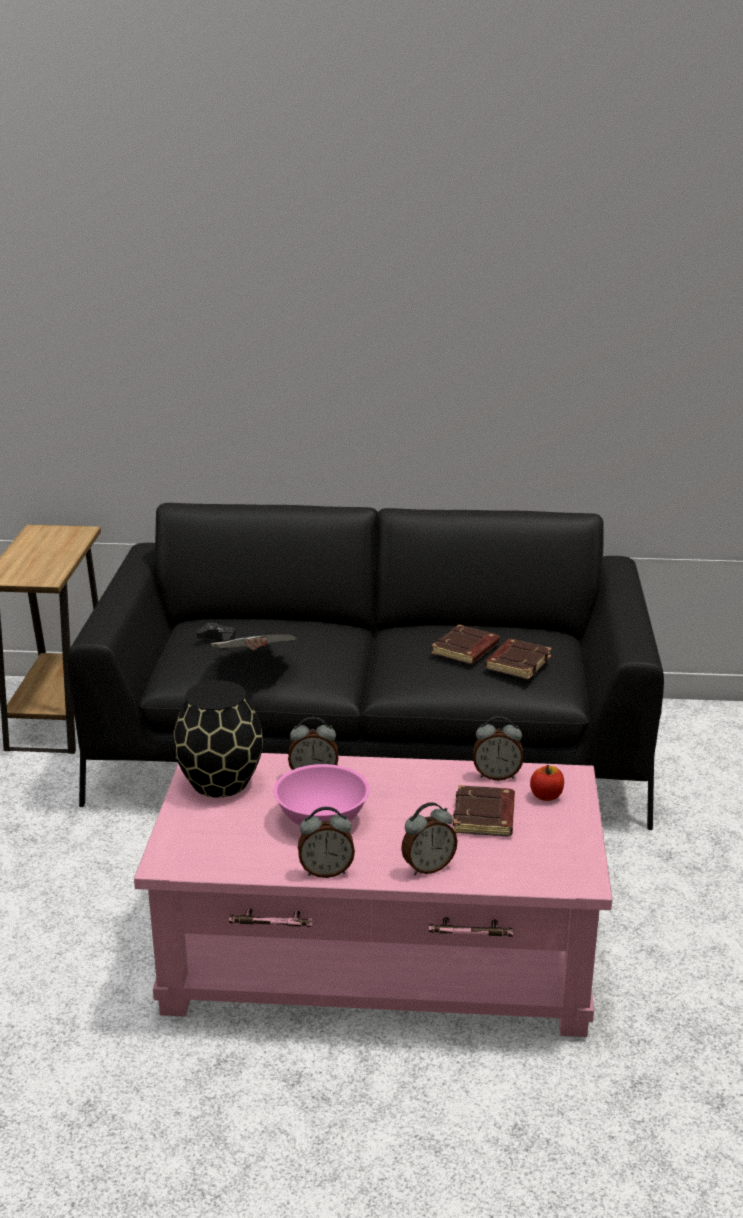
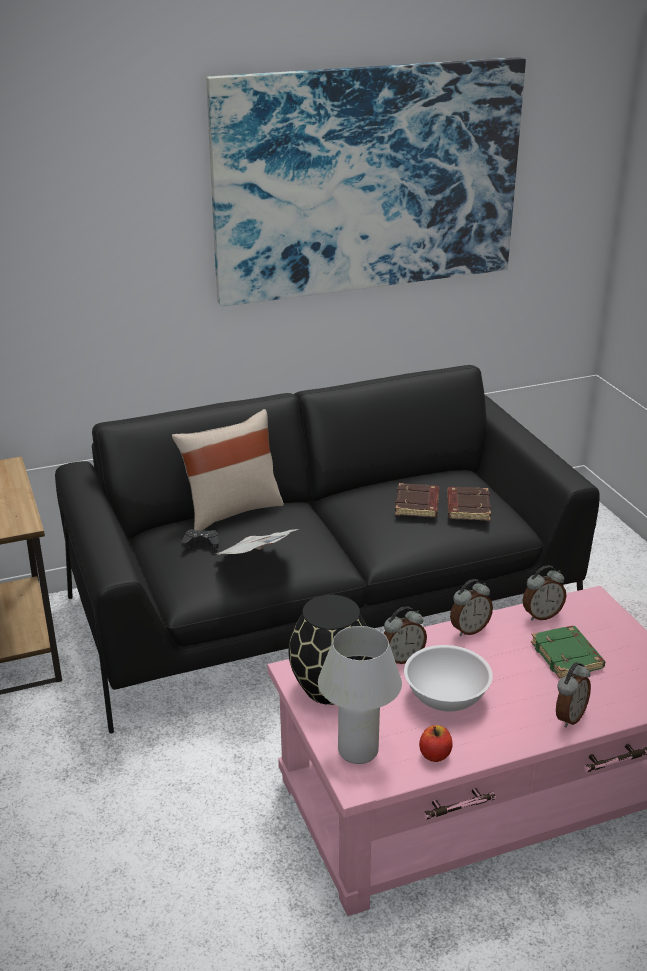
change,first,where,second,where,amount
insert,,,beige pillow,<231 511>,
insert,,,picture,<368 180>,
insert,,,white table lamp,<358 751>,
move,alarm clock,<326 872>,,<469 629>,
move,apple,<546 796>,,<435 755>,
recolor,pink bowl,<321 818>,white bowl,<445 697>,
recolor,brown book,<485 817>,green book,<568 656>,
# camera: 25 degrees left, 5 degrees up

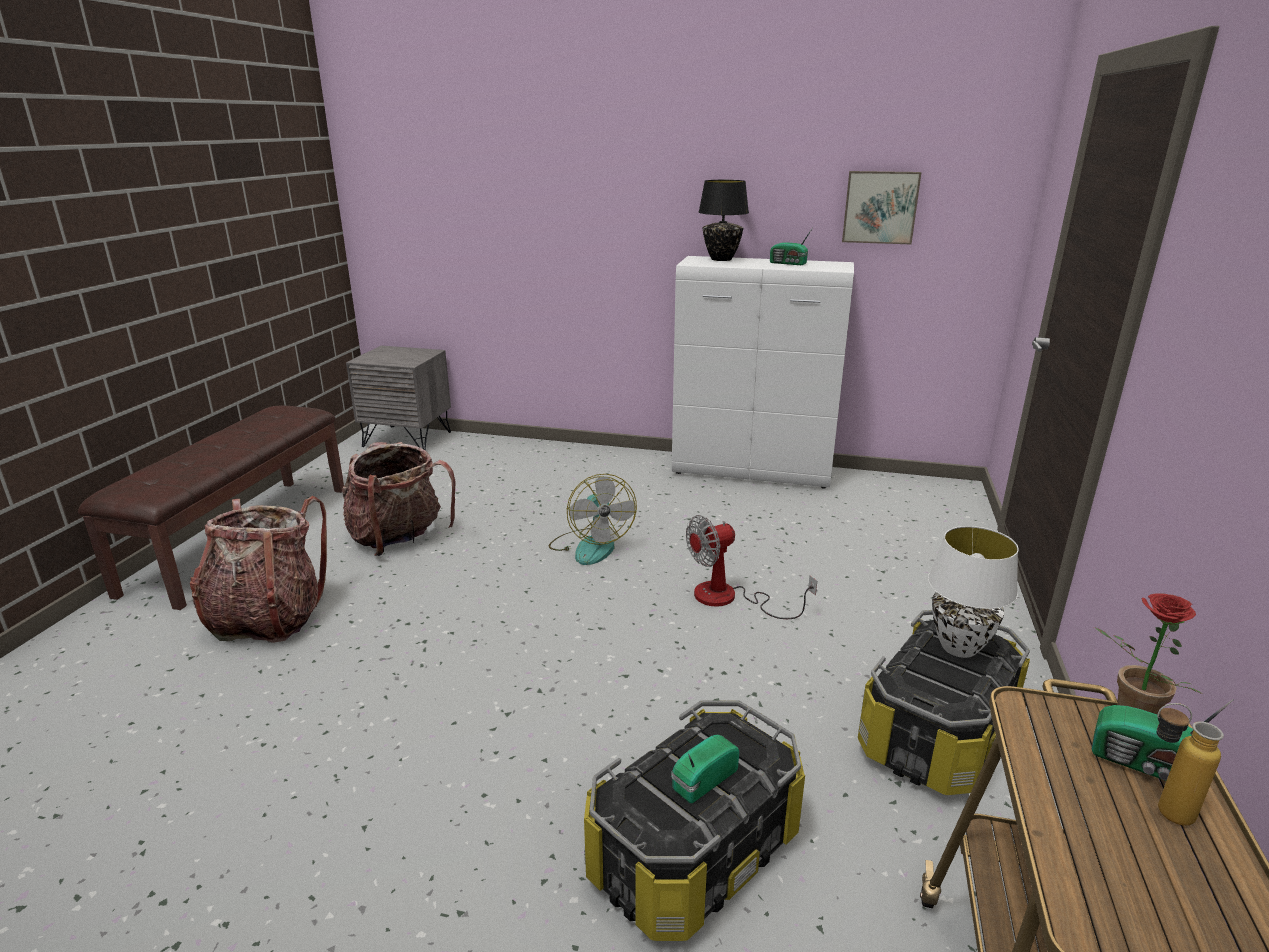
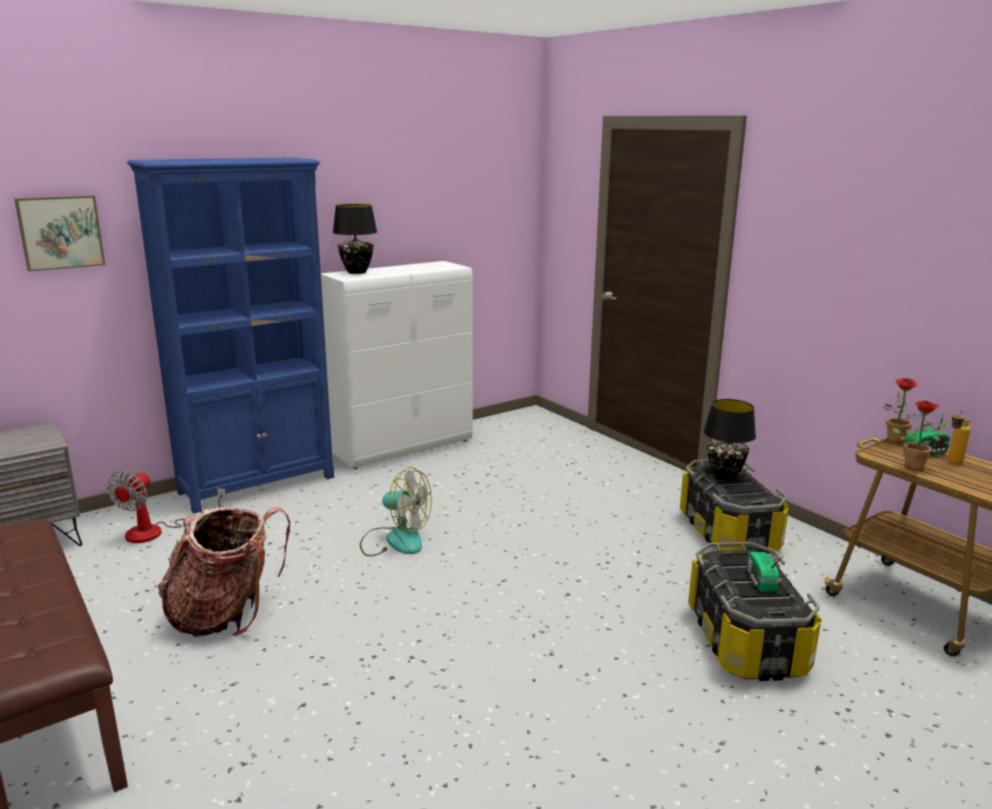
change,first,where,second,where,amount
delete,backpack,<268 619>,,,
delete,radio,<788 263>,,,
insert,,,blue bookcase,<258 484>,
insert,,,potted plant,<916 466>,
move,fan,<729 598>,,<157 532>,
move,picture,<880 207>,,<60 232>,
recolor,white table lamp,<958 647>,black table lamp,<724 475>,
# camera: 50 degrees left, 5 degrees down

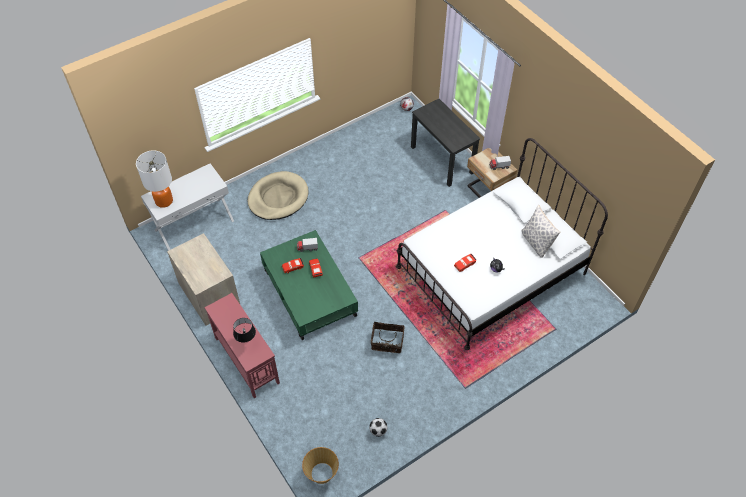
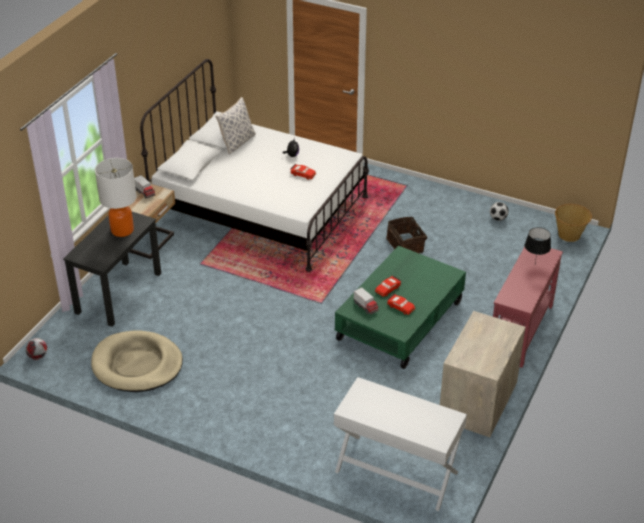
change,first,where,second,where,amount
move,table lamp,<164 201>,,<122 230>,
move,beige dog bed,<278 198>,,<137 365>,
# camera: 120 degrees left, 15 degrees down

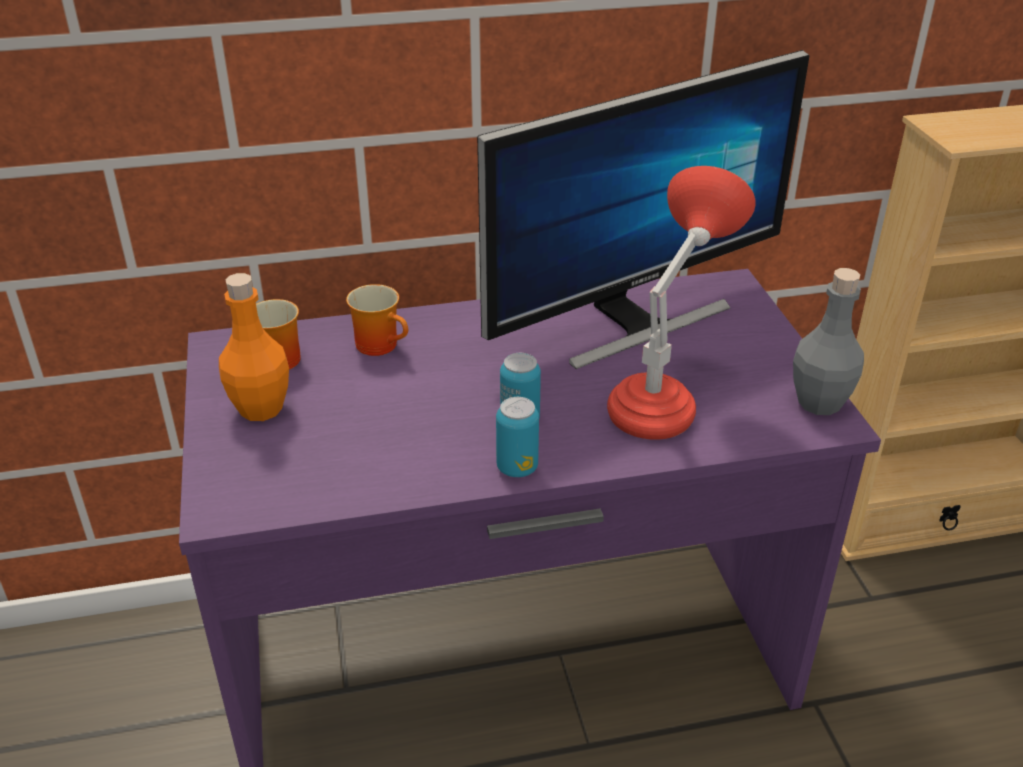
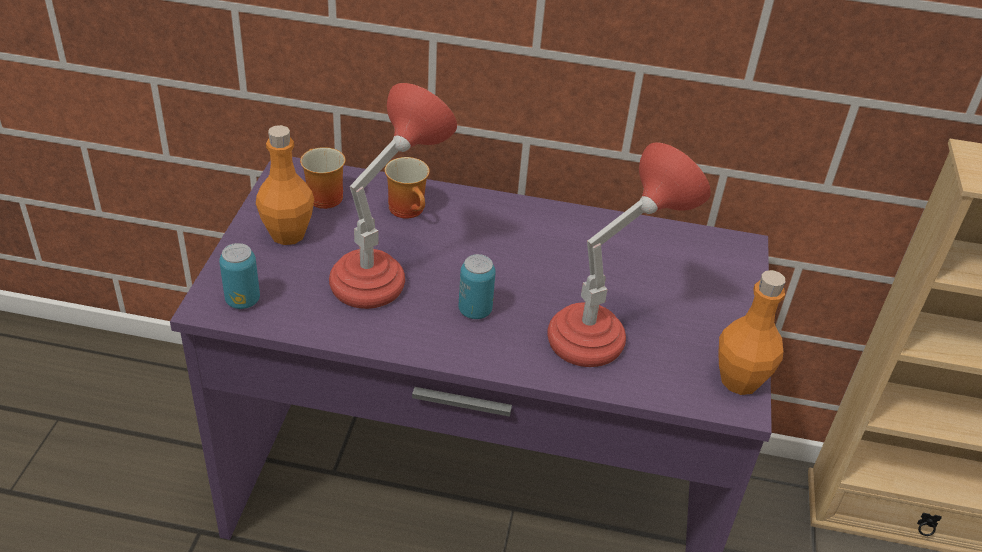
change,first,where,second,where,amount
delete,monitor,<633 320>,,,
insert,,,red table lamp,<384 274>,
move,can,<517 467>,,<242 300>,
recolor,grey bottle,<819 403>,orange bottle,<740 380>,
# camera: 20 degrees right, 5 degrees up

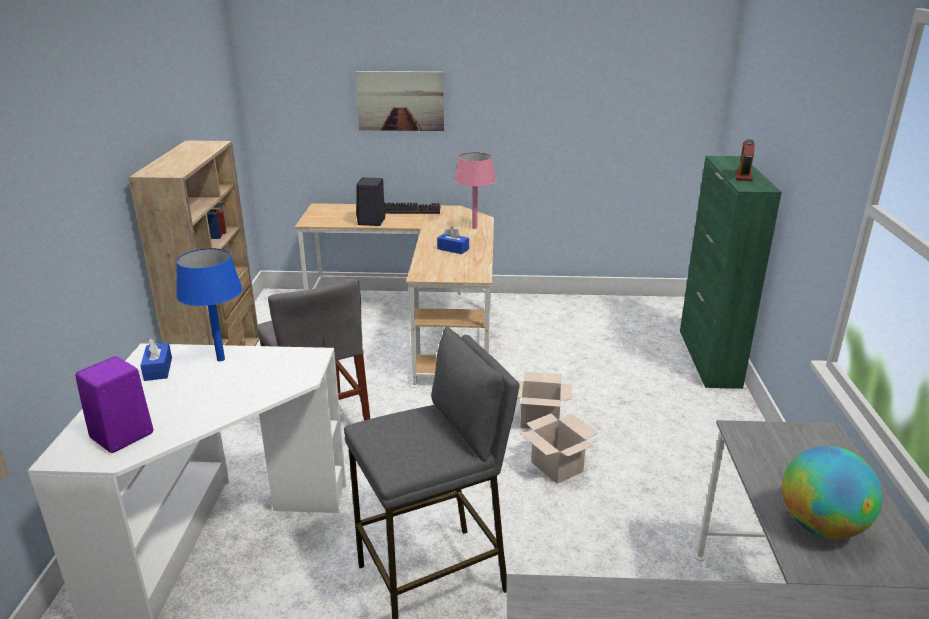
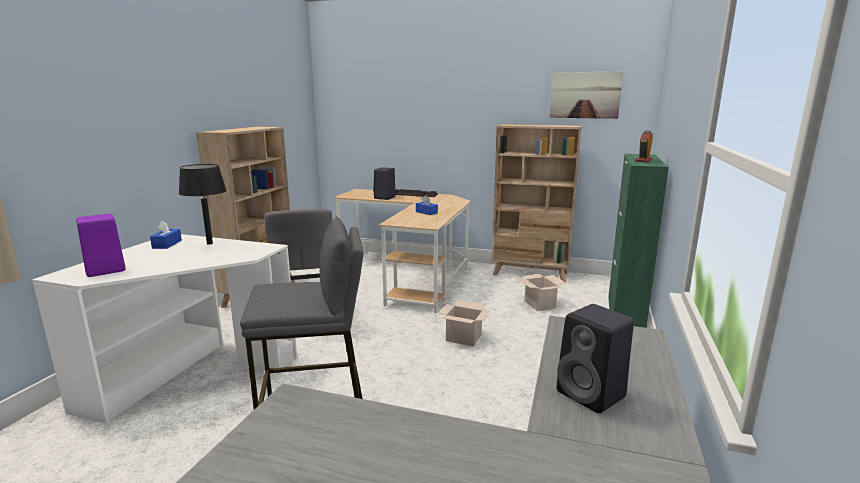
change,first,where,second,where,amount
delete,pink table lamp,<474 228>,,,
insert,,,beige bookcase,<530 274>,
move,picture,<400 101>,,<585 95>,
move,cardboard box,<558 467>,,<540 305>,
replace,globe,<821 526>,black speaker,<593 395>,
recolor,blue table lamp,<220 359>,black table lamp,<209 243>,
# camera: 15 degrees right, 10 degrees down

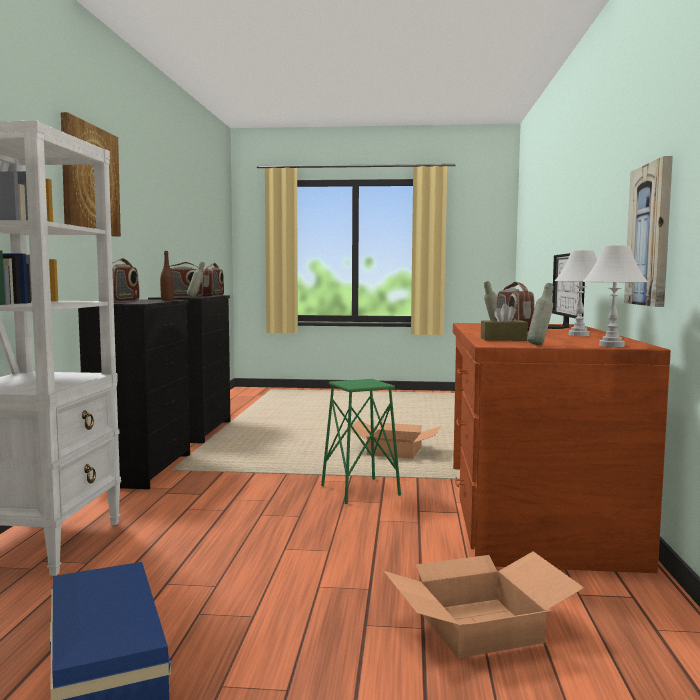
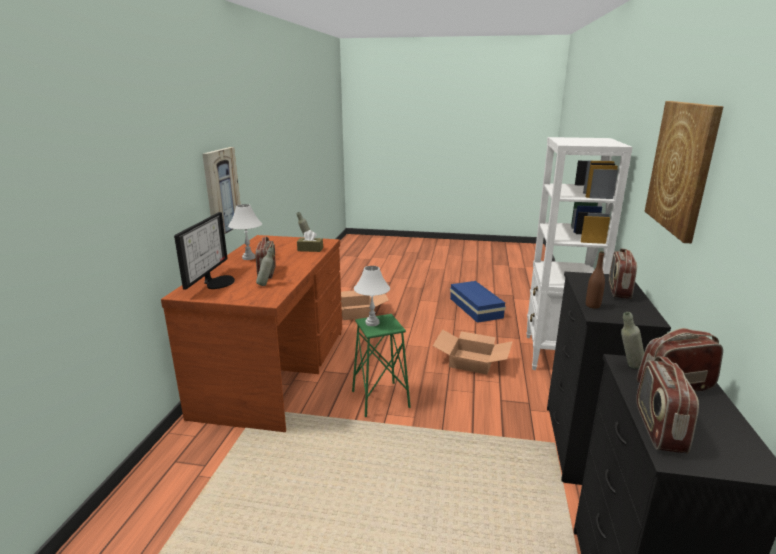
change,first,where,second,where,amount
move,cardboard box,<393 452>,,<472 361>,
move,white table lamp,<612 345>,,<372 323>,
# camera: 175 degrees left, 15 degrees up

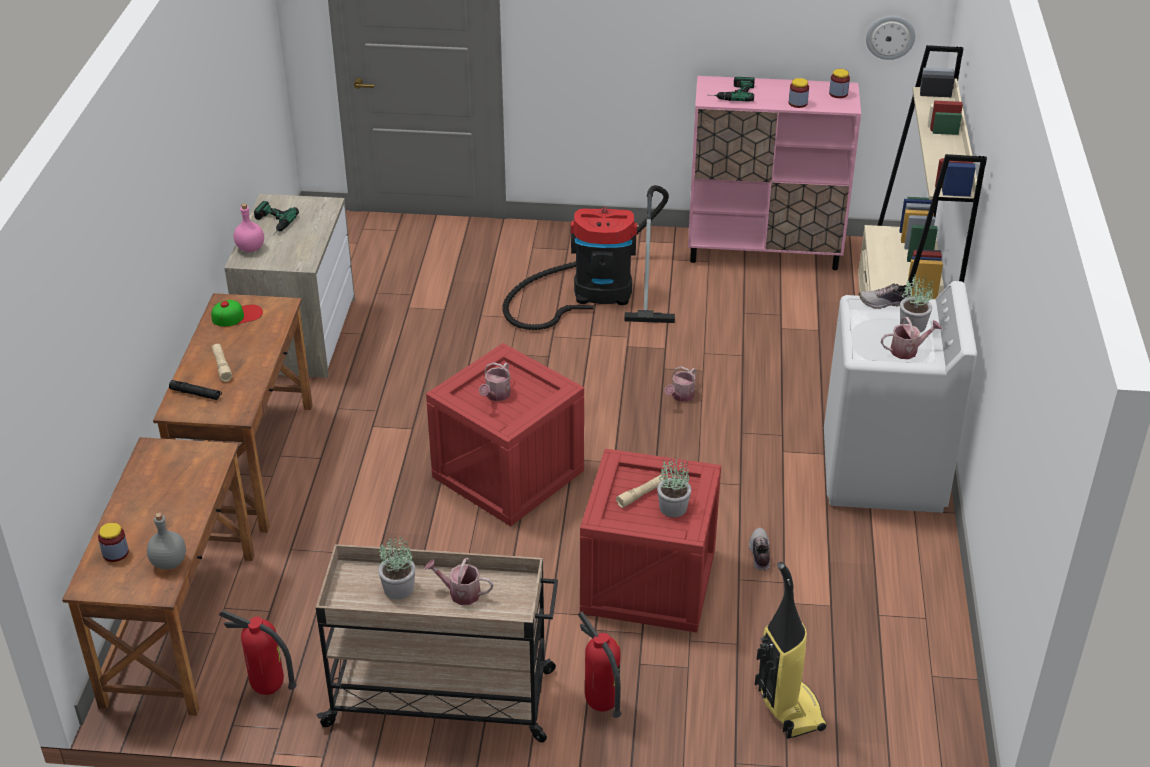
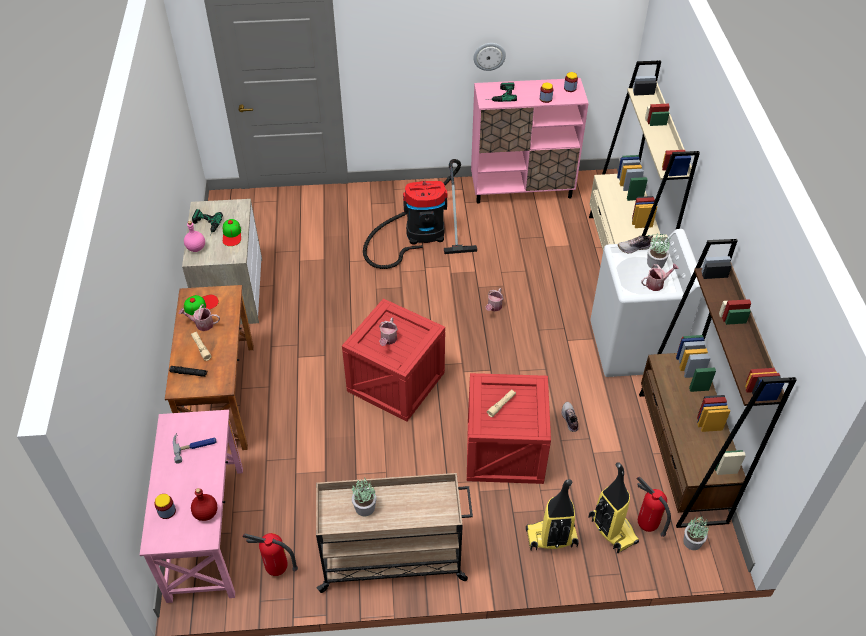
change,first,where,second,where,amount
insert,,,hammer,<195 445>,
insert,,,cap,<232 234>,
insert,,,vacuum cleaner,<551 538>,
insert,,,brown bookcase,<681 456>,
move,watering can,<460 593>,,<202 324>,
move,fire extinguisher,<600 705>,,<646 526>,
move,potted plant,<673 507>,,<692 541>,
move,wall clock,<890 37>,,<489 56>,
recolor,brown desk,<179 628>,pink desk,<206 532>,
recolor,grey bottle,<168 563>,red bottle,<206 514>,
# camera: 10 degrees left, 10 degrees up

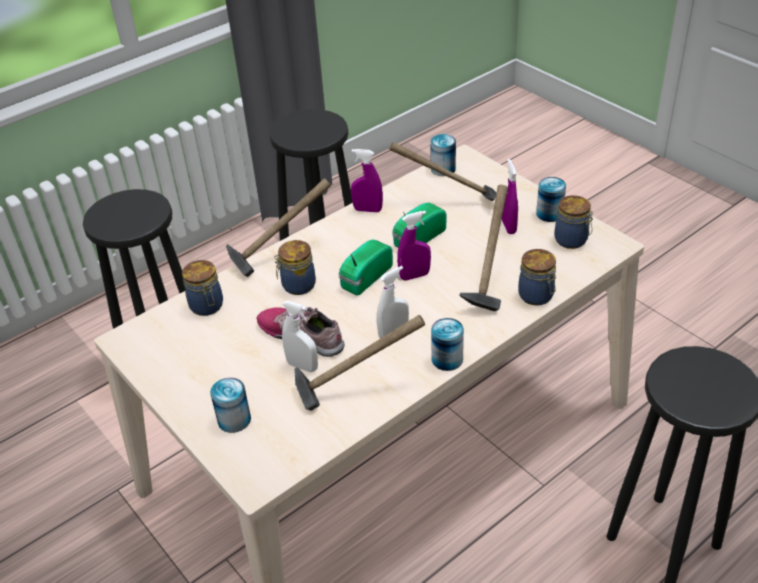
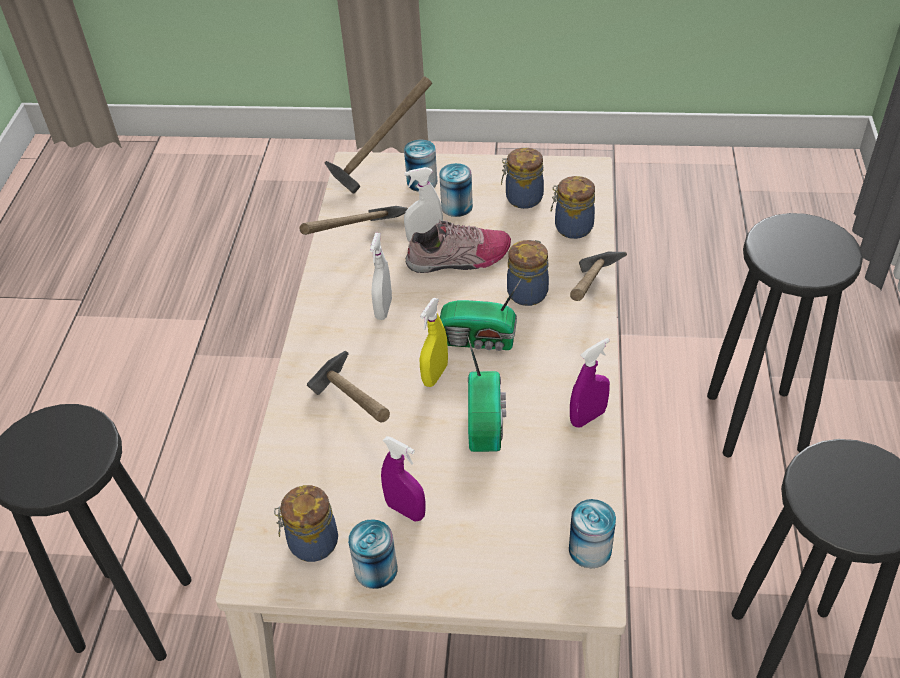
change,first,where,second,where,amount
move,hammer,<449 202>,,<381 167>,
move,can,<447 359>,,<457 206>,
move,jar,<537 296>,,<522 198>,
recolor,purple spray bottle,<414 276>,yellow spray bottle,<435 375>,
rotate,radio,<364 278>,,<479 340>,105 degrees clockwise
# camera: 135 degrees right, 5 degrees up

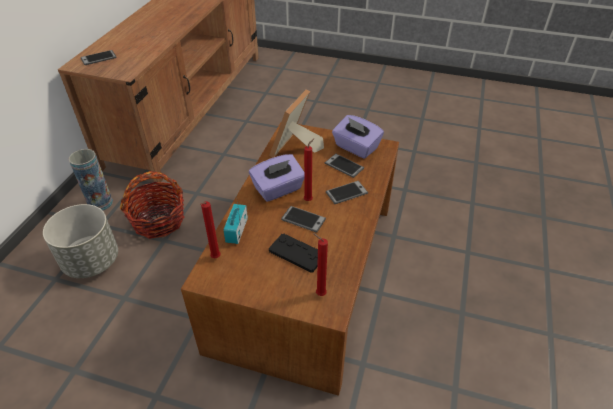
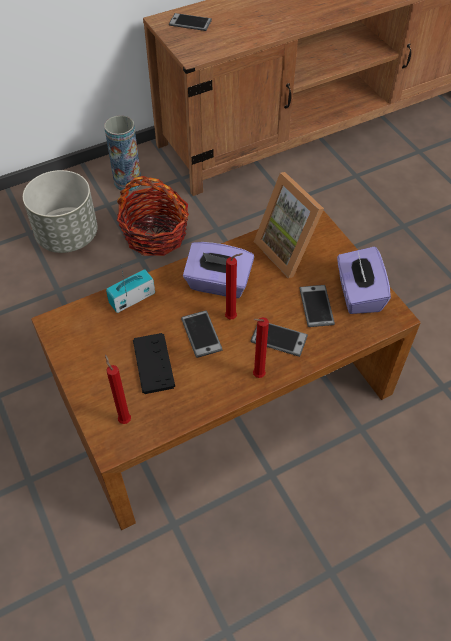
change,first,where,second,where,amount
move,red candle,<215 258>,,<257 376>,
rotate,picture frame,<295 149>,,<290 250>,105 degrees counterclockwise
# camera: 45 degrees right, 10 degrees up

